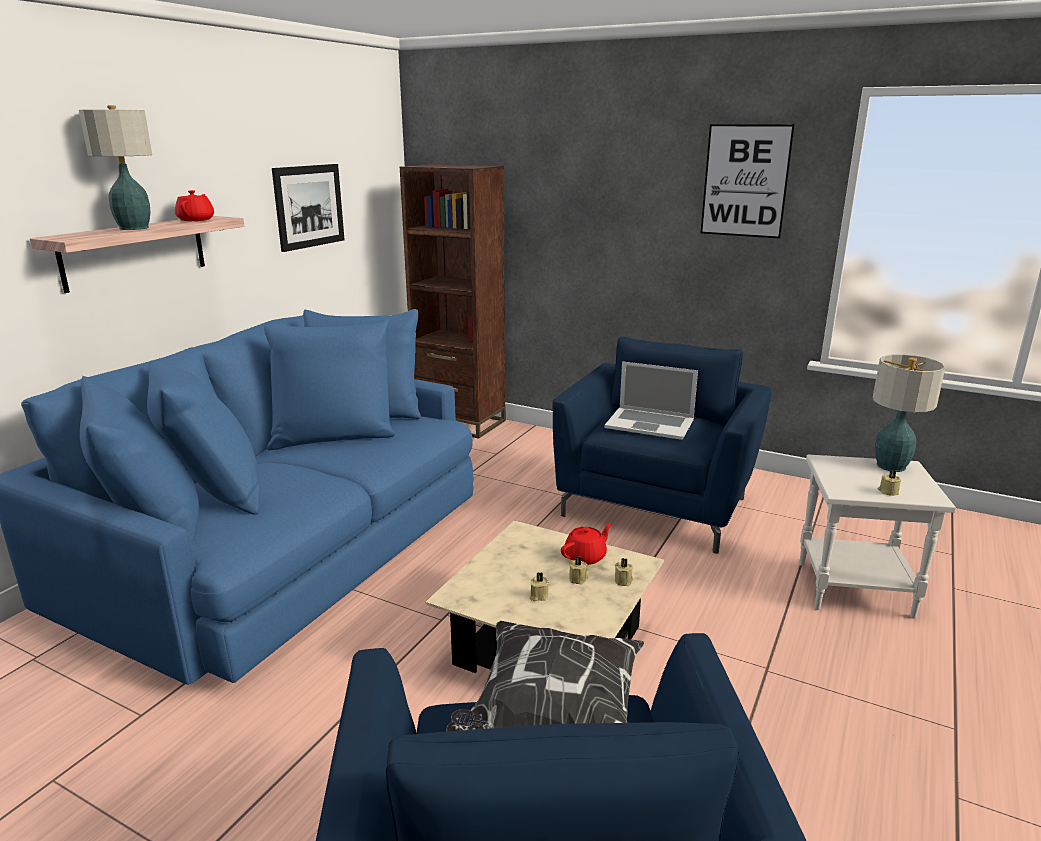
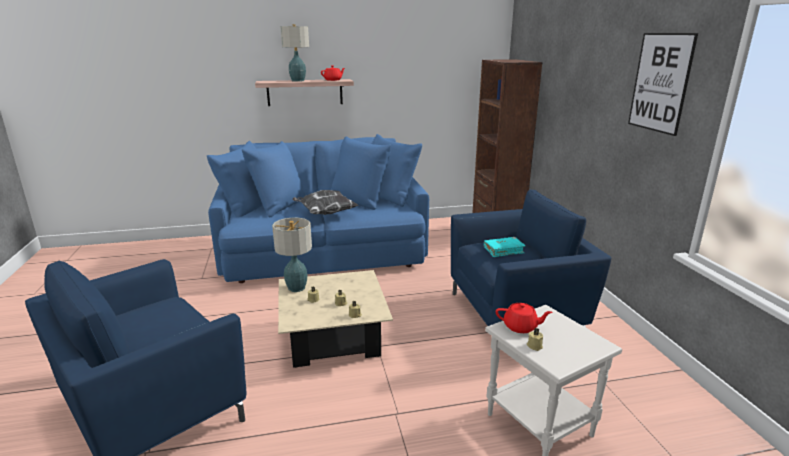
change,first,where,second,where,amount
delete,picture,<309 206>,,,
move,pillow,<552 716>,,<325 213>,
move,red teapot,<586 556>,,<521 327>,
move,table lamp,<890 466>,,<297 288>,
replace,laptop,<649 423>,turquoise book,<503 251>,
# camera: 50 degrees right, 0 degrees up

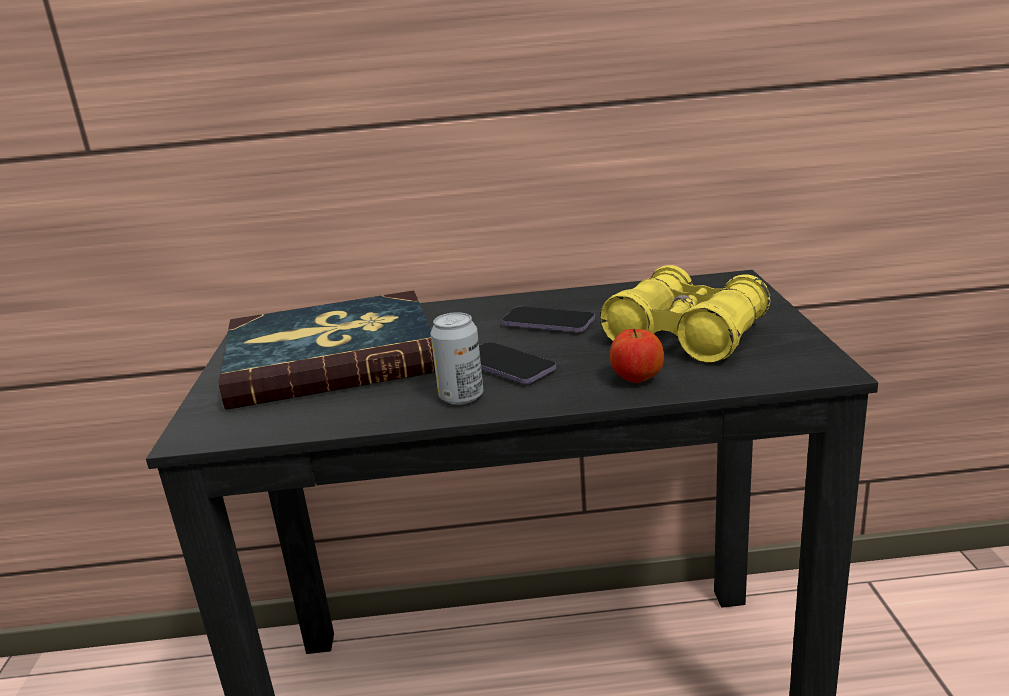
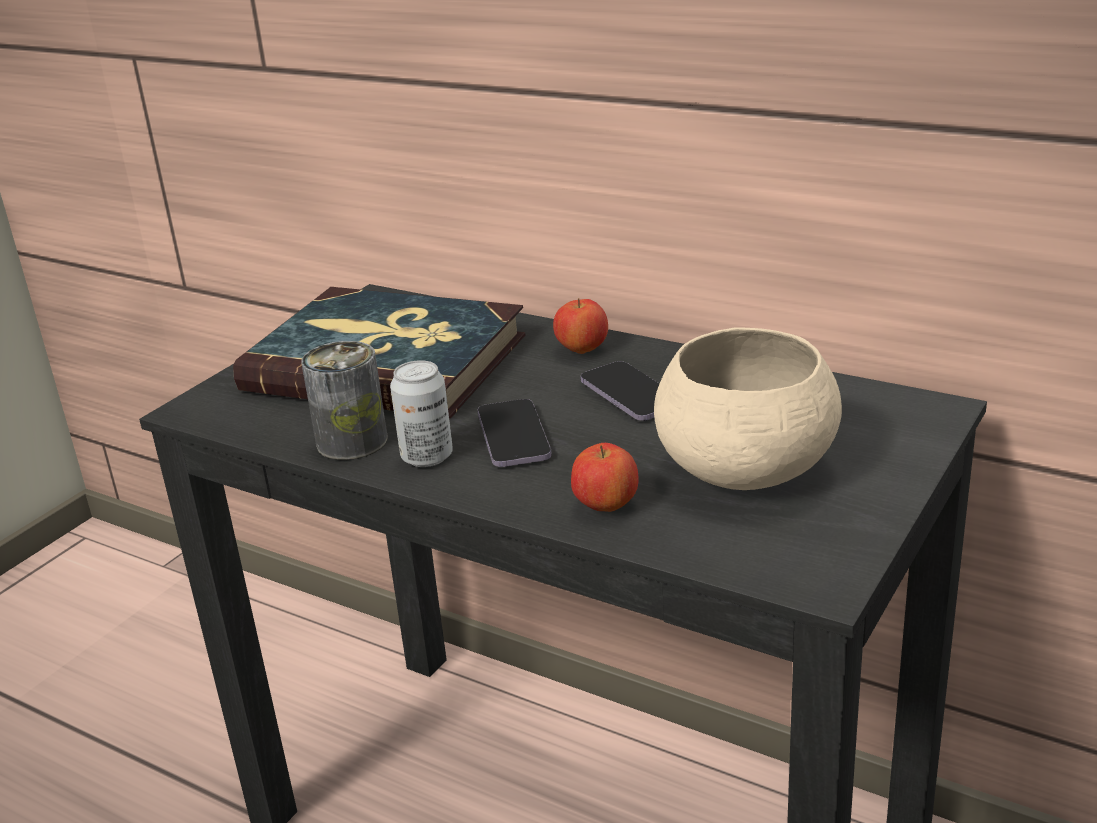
change,first,where,second,where,amount
insert,,,can,<352 441>,
insert,,,apple,<582 350>,
replace,yellow binoculars,<686 335>,beige bowl,<744 470>,
# camera: 35 degrees right, 5 degrees up

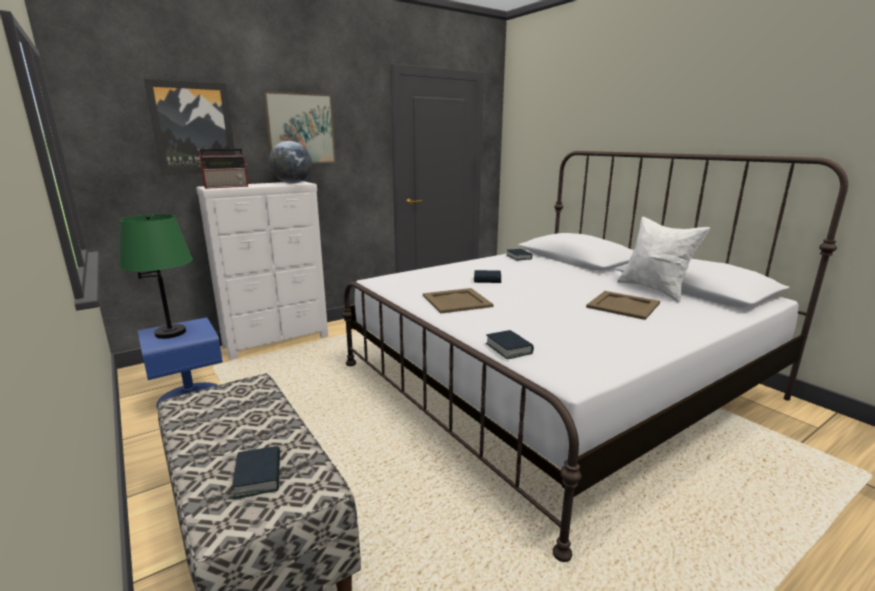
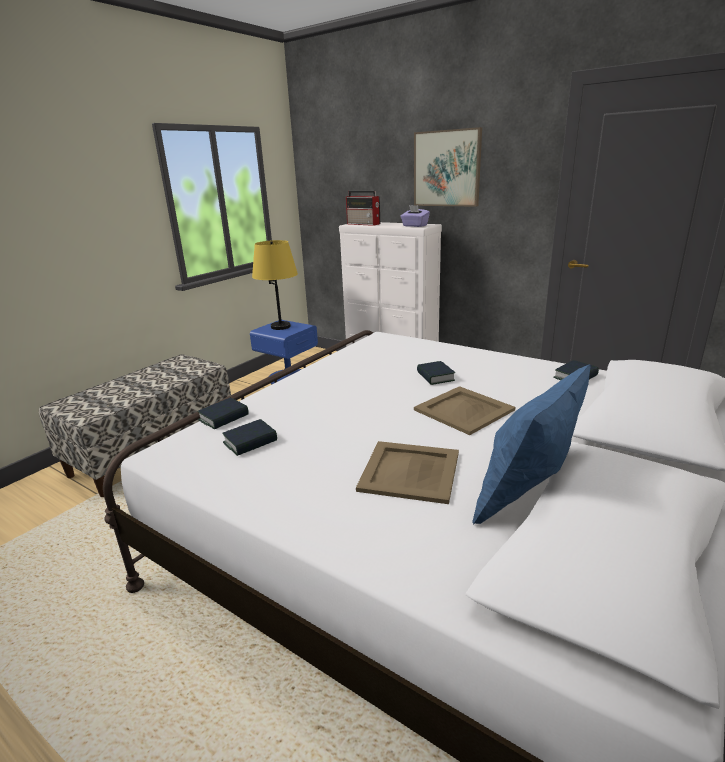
change,first,where,second,where,amount
delete,picture,<193 128>,,,
move,book,<258 476>,,<250 442>,
move,beige tray,<456 301>,,<463 409>,
replace,globe,<292 183>,purple tissue box,<414 226>,
recolor,green table lamp,<171 333>,yellow table lamp,<281 326>,
recolor,white pillow,<654 290>,blue pillow,<526 498>,
# camera: 70 degrees right, 5 degrees up

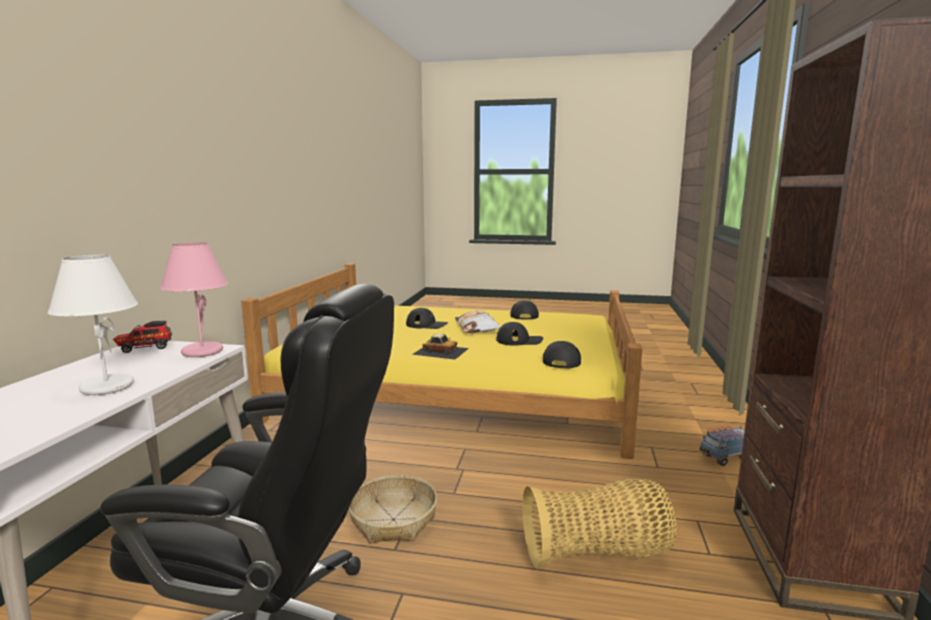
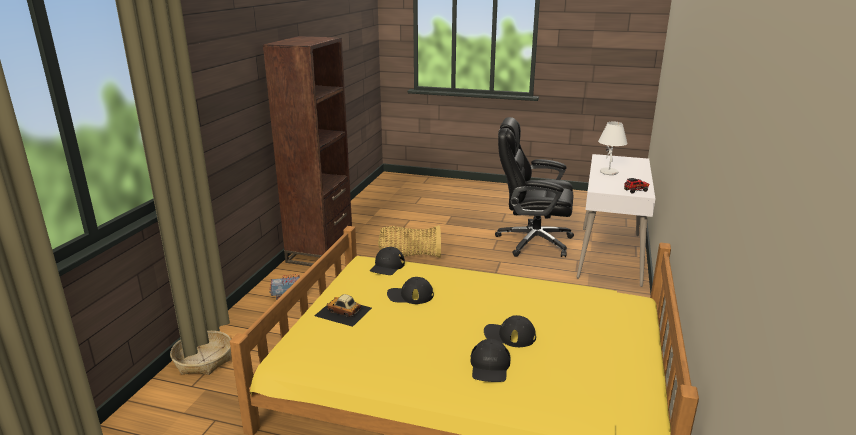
change,first,where,second,where,amount
delete,pink table lamp,<201 352>,,,
delete,pillow,<477 328>,,,
move,basket,<394 519>,,<203 360>,
move,toy car,<440 351>,,<343 312>,
move,black cap,<524 315>,,<490 366>,
# camera: 175 degrees left, 10 degrees up

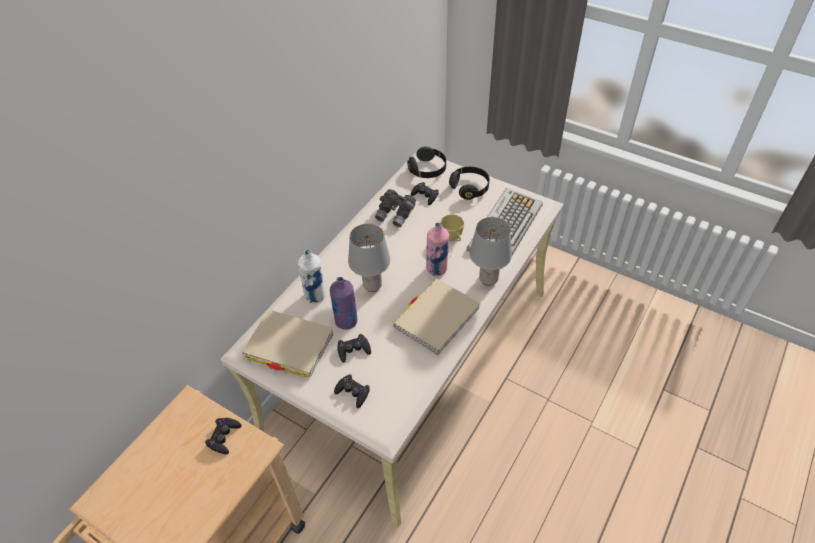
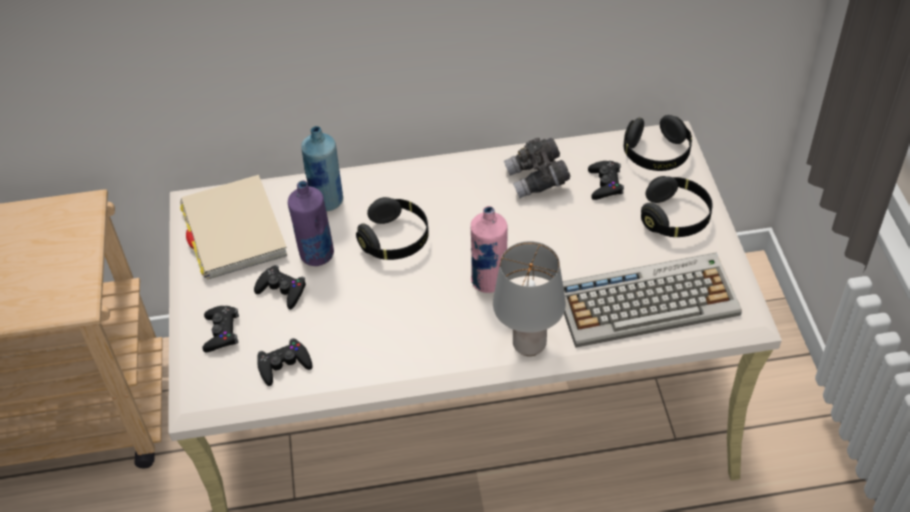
change,first,where,second,where,amount
delete,beige book,<437 318>,,,
delete,yellow cup,<452 238>,,,
move,black game controller,<223 437>,,<284 365>,
replace,grey table lamp,<372 286>,black headphones,<395 240>,
recolor,white bottle,<315 295>,blue bottle,<327 201>,
# camera: 50 degrees right, 0 degrees up

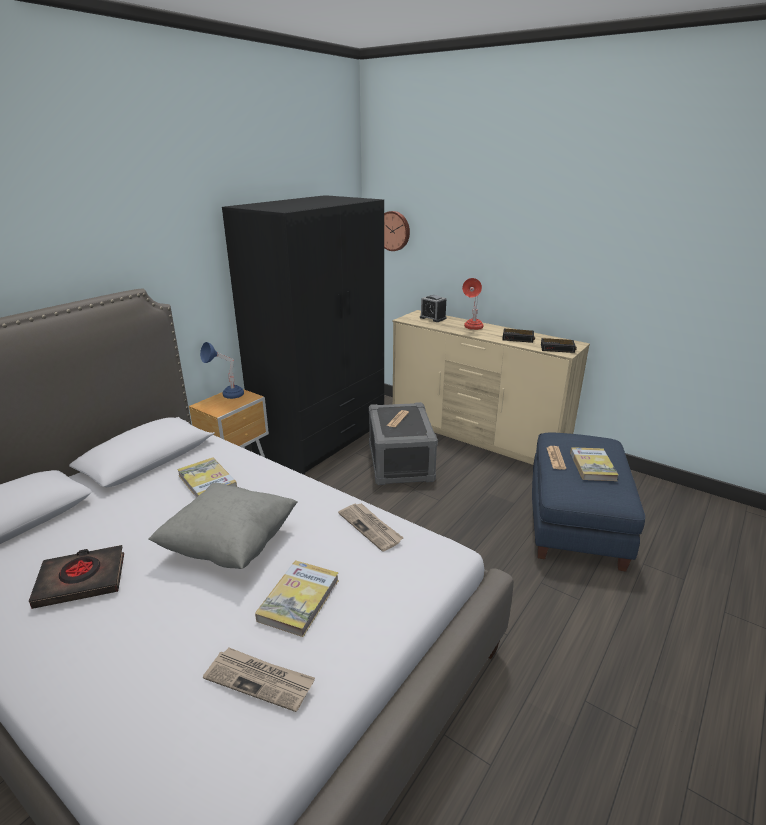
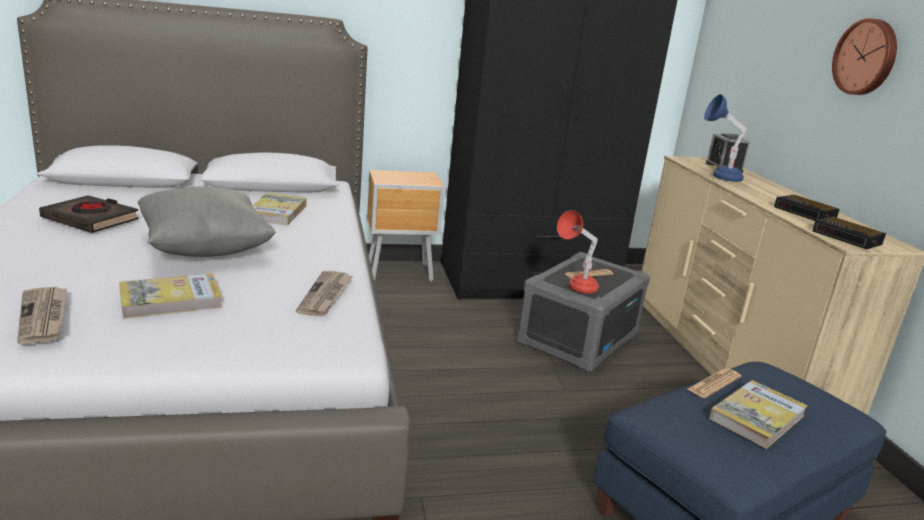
change,first,where,second,where,amount
move,blue table lamp,<227 396>,,<718 176>,
move,wall clock,<394 231>,,<866 57>,
move,red table lamp,<472 328>,,<575 288>,
# camera: 40 degrees right, 5 degrees down

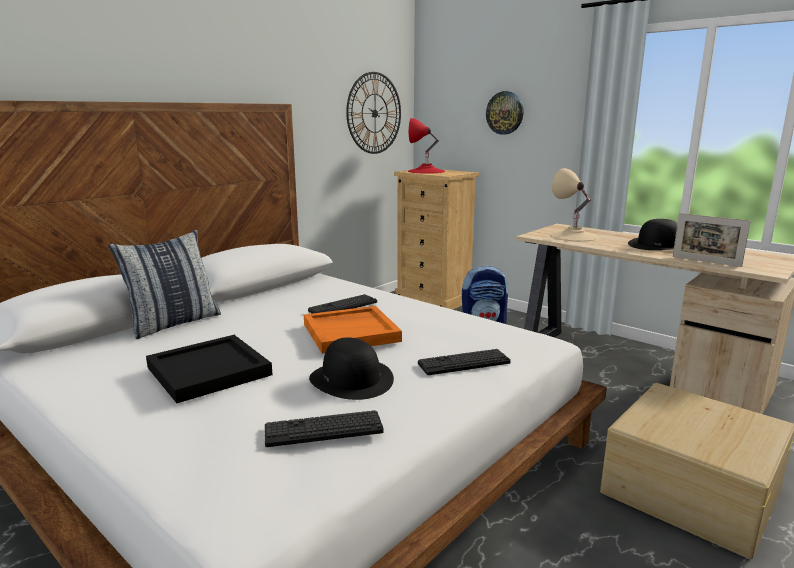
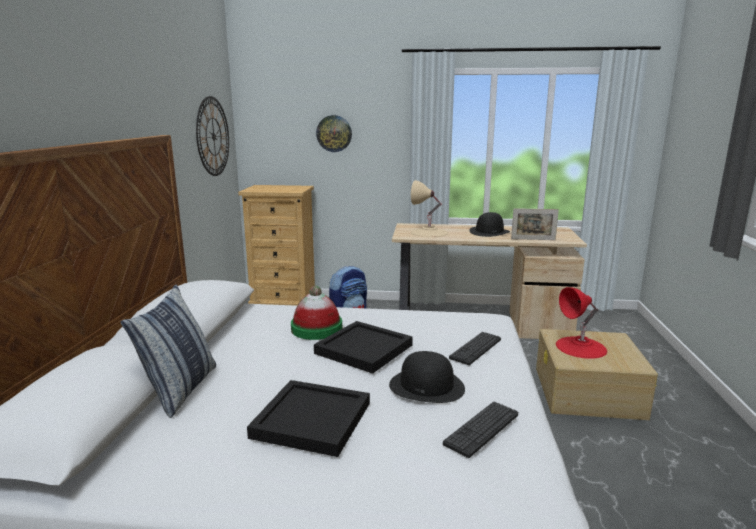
change,first,where,second,where,amount
move,red table lamp,<426 171>,,<581 347>,
replace,keyboard,<343 306>,hat,<316 328>,
recolor,orange tray,<351 332>,black tray,<363 349>,
# camera: 35 degrees left, 0 degrees up

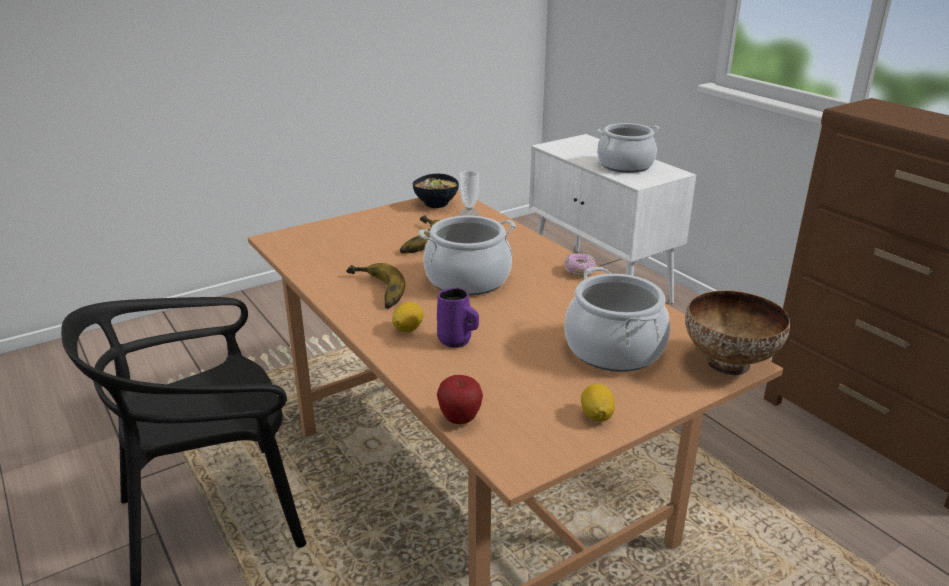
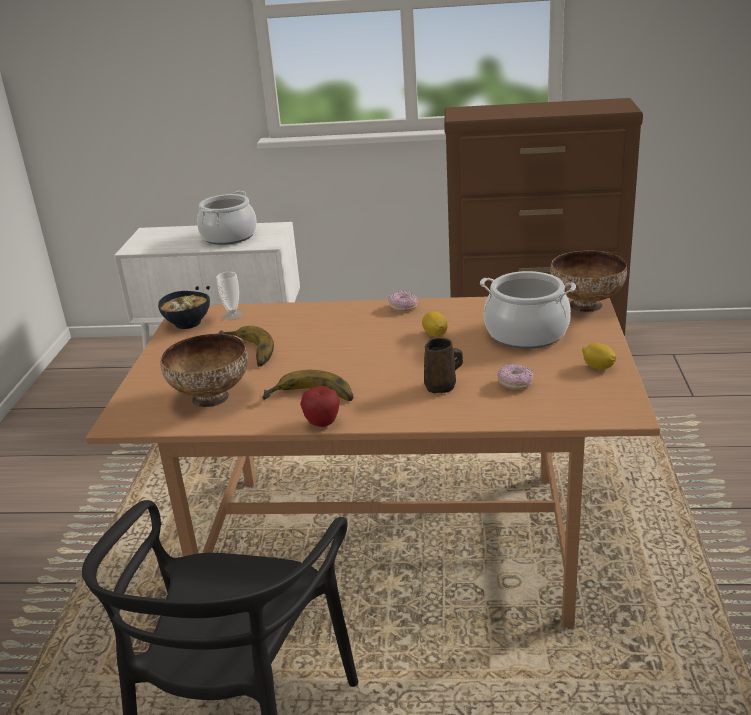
change,first,where,second,where,amount
delete,cooking pot,<468 280>,,,
insert,,,bowl,<211 398>,
insert,,,donut,<515 384>,
move,lemon,<408 329>,,<435 334>,
move,apple,<460 419>,,<322 424>,
recolor,purple mug,<456 341>,brown mug,<442 386>,
# camera: 50 degrees left, 0 degrees up

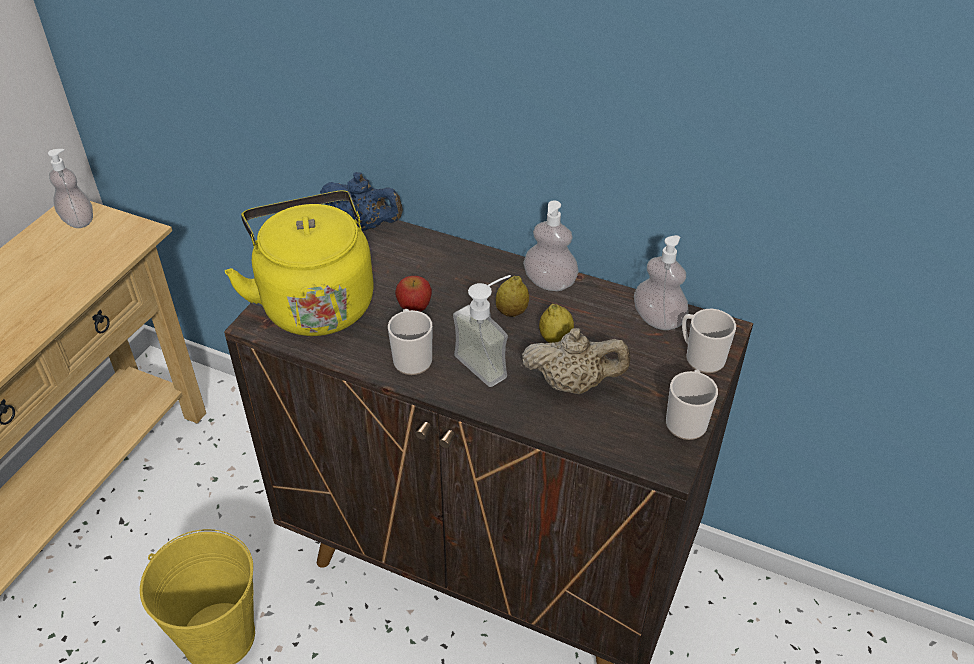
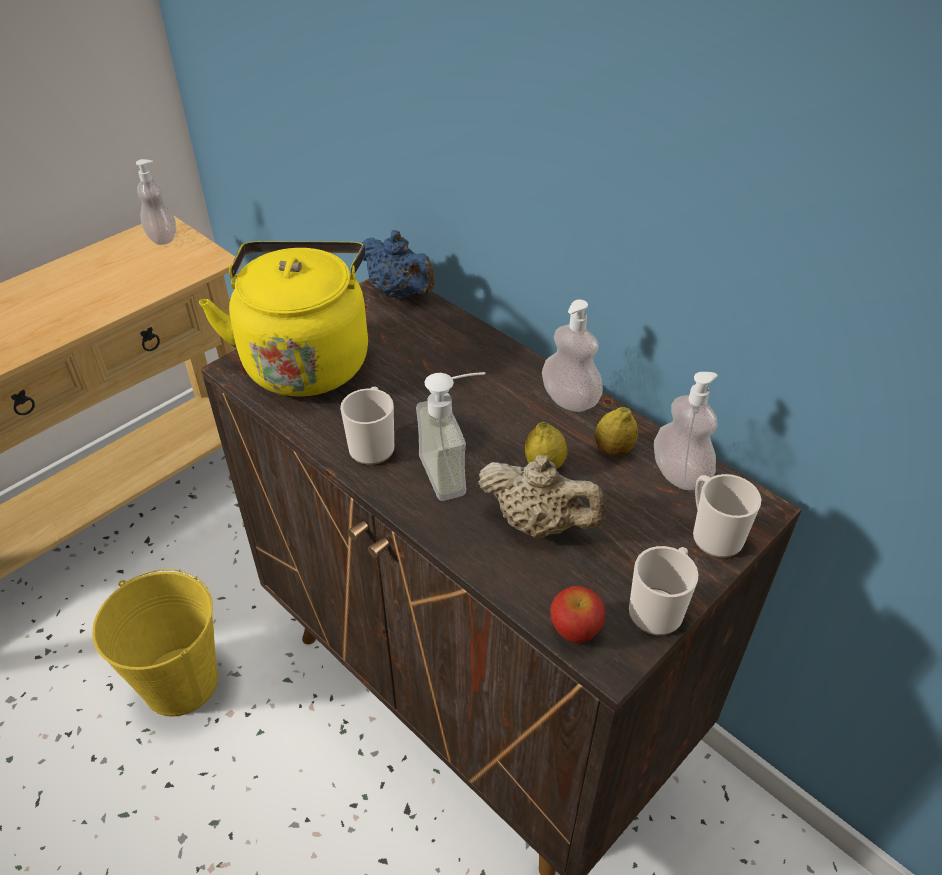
change,first,where,second,where,amount
move,apple,<414 307>,,<575 630>,
move,lemon,<511 312>,,<613 450>,
# camera: 20 degrees right, 0 degrees up

